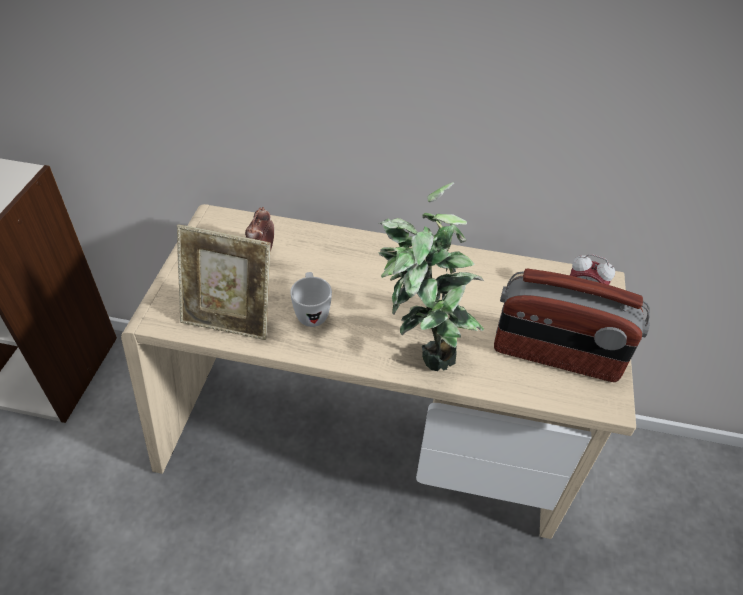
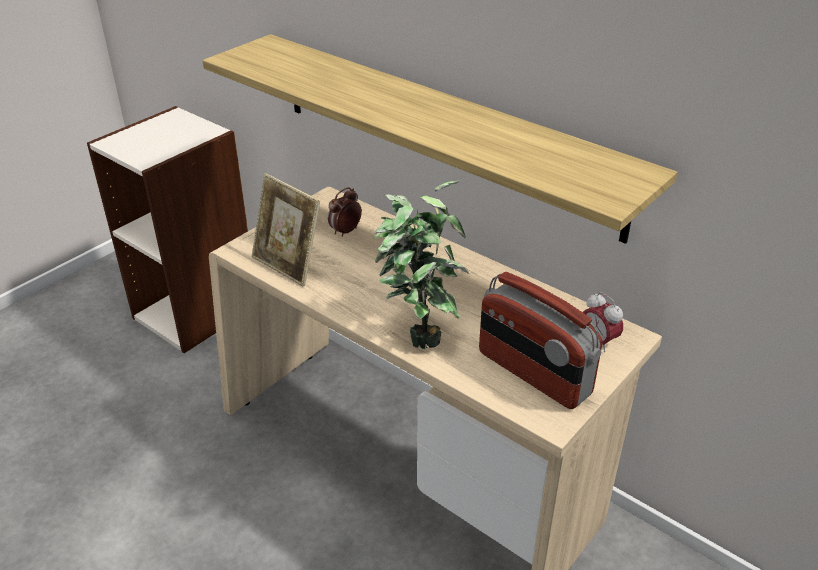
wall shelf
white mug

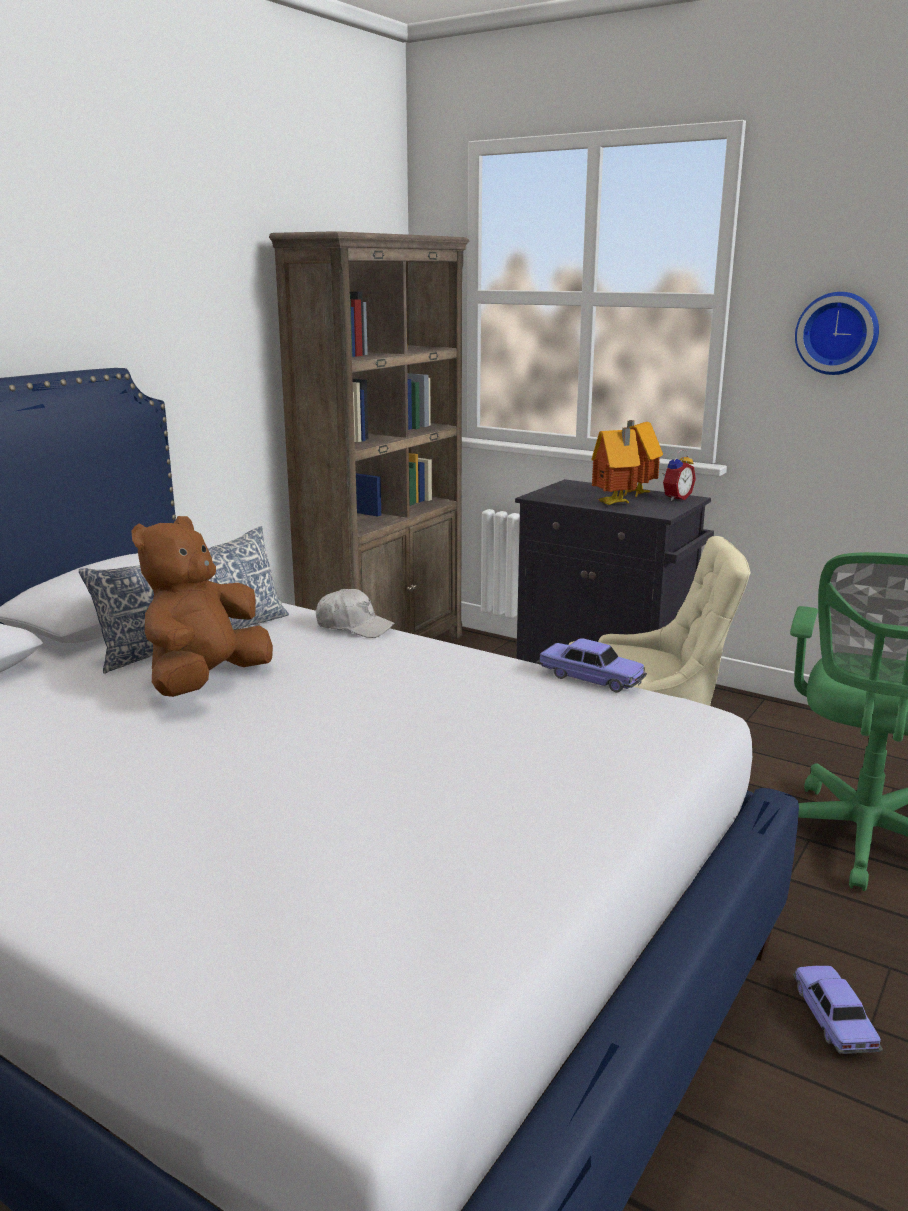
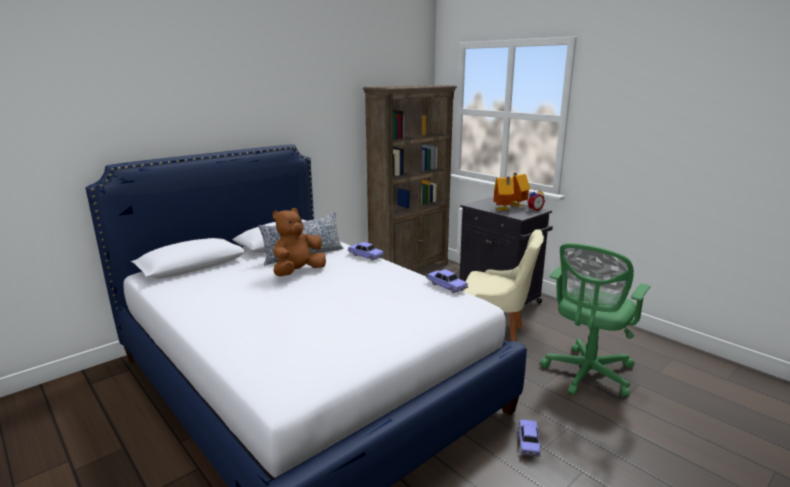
toy car (no. 1 from left)
hanging clock

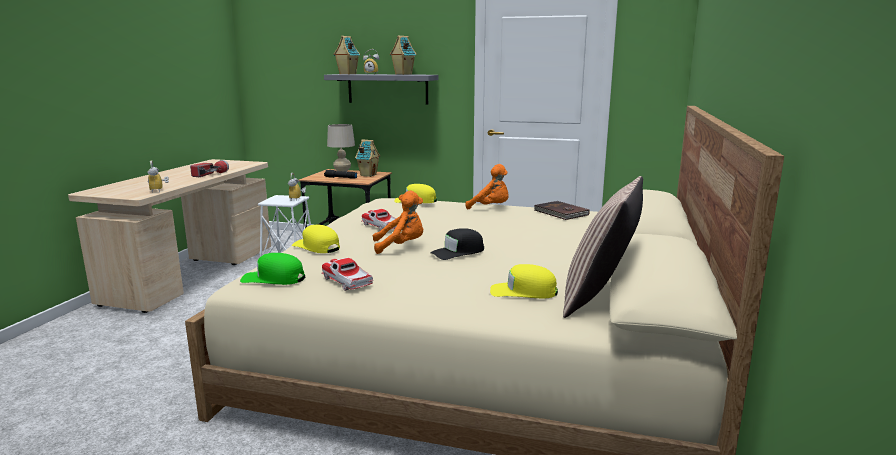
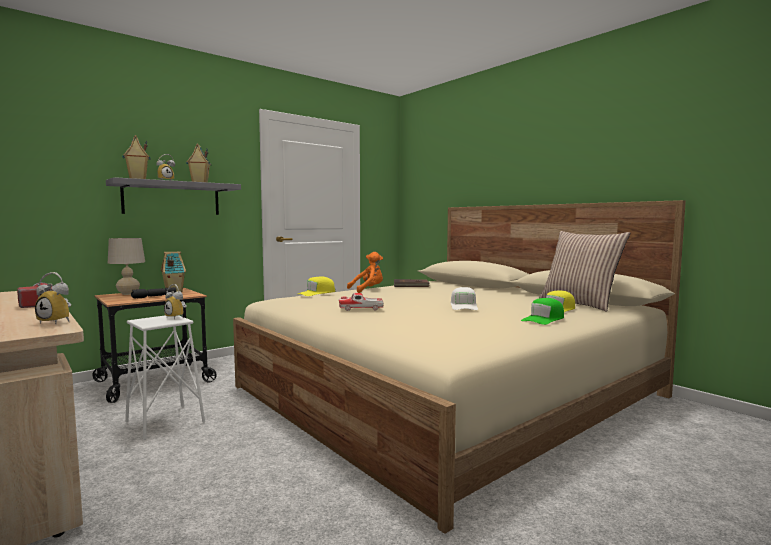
white baseball cap
greenish baseball cap
yellow-coloured baseball cap (no. 1 from left in the first image)
toy car (no. 1 from left in the first image)
orange plush toy (no. 1 from left in the first image)

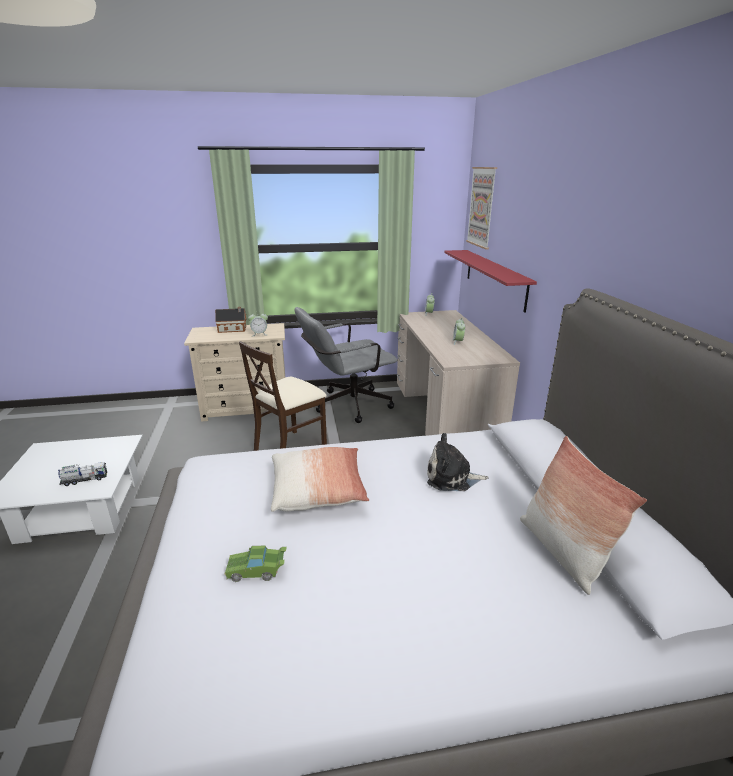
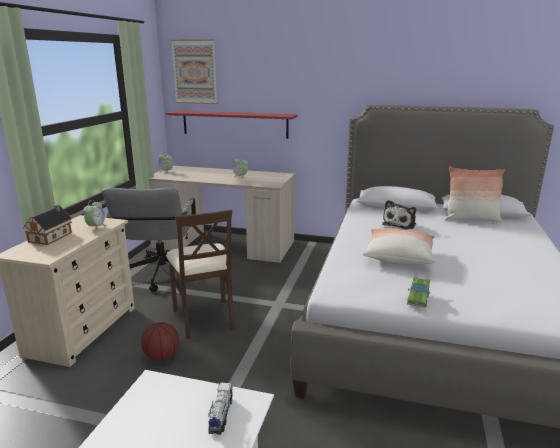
ball for basketball
greenish toy car

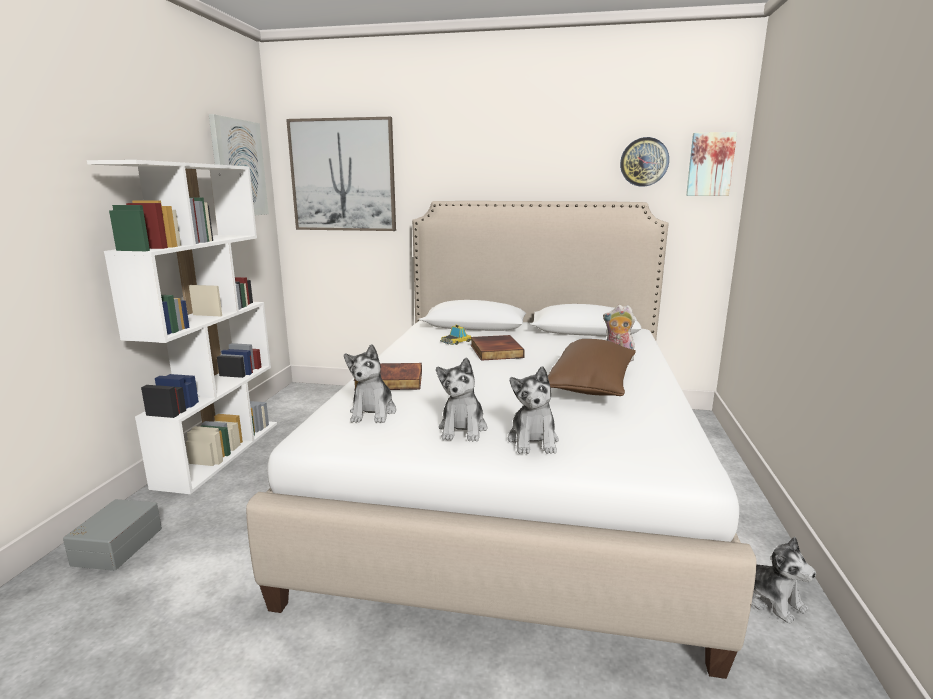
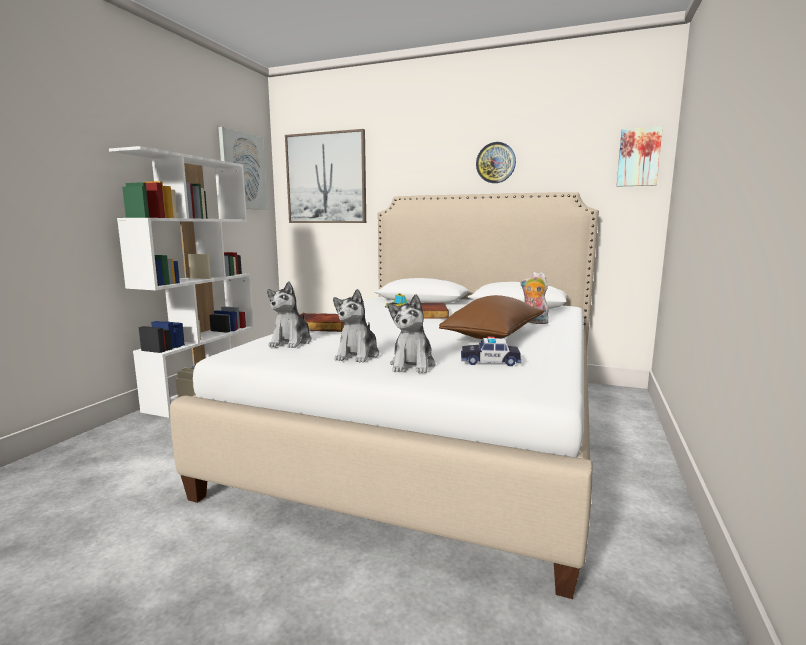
toy car (no. 2 from left)
hanging clock
gray storage container
plush toy (no. 5 from left in the first image)

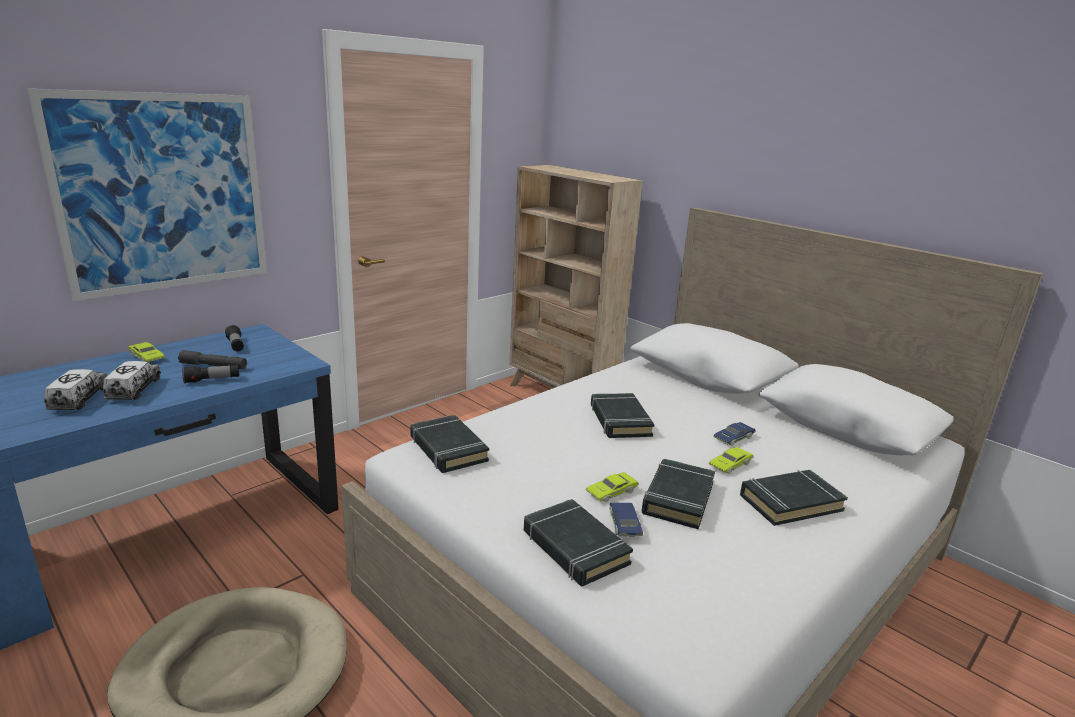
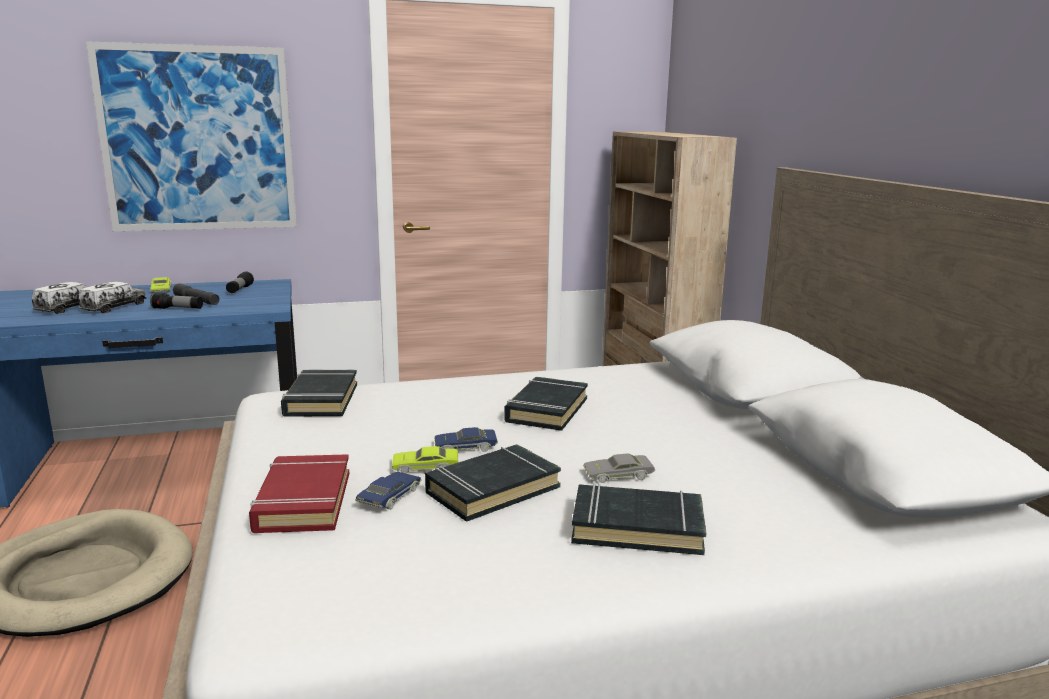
red-coloured volume
blue-coloured toy car (no. 2 from left)
gray toy car

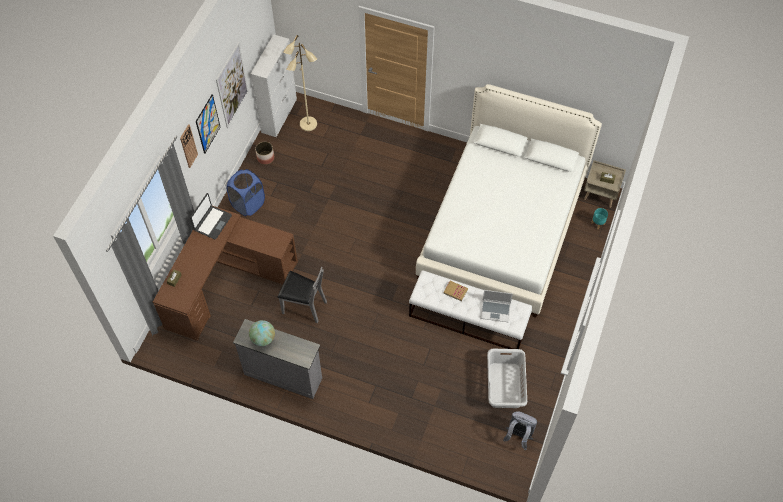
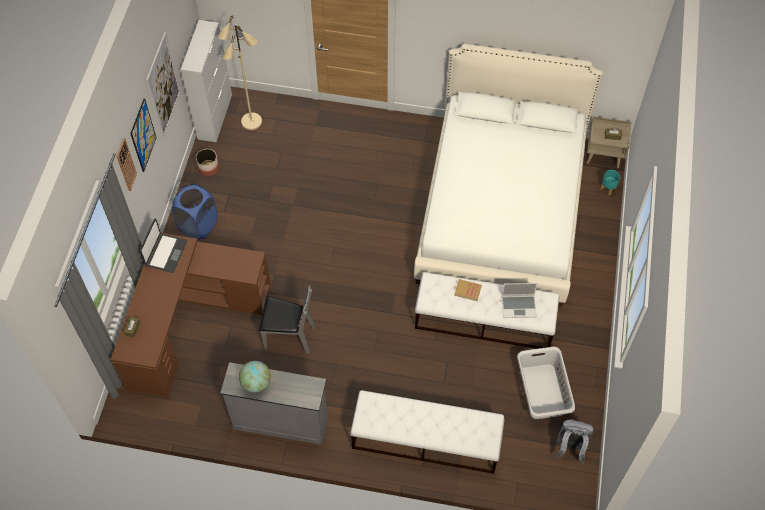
white indoor bench (no. 1 from left)

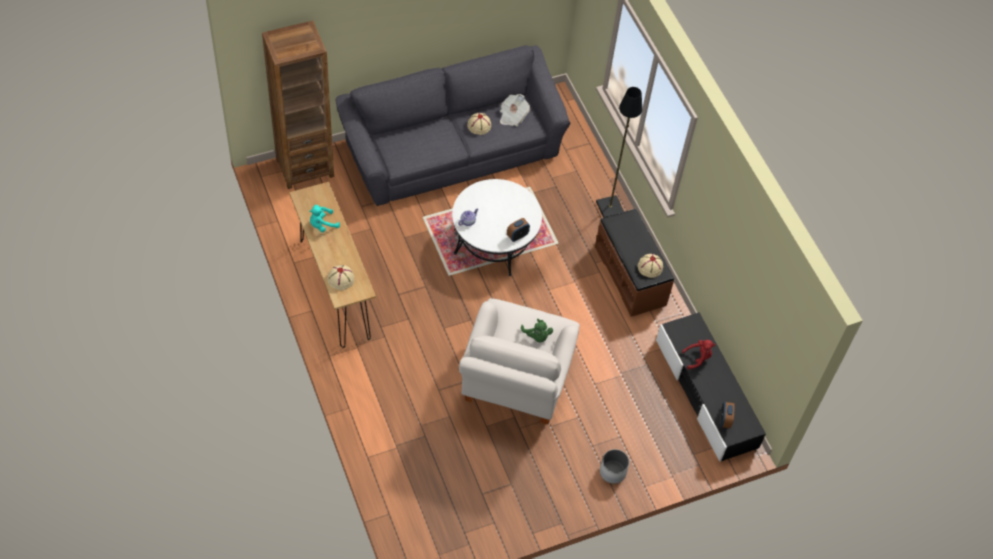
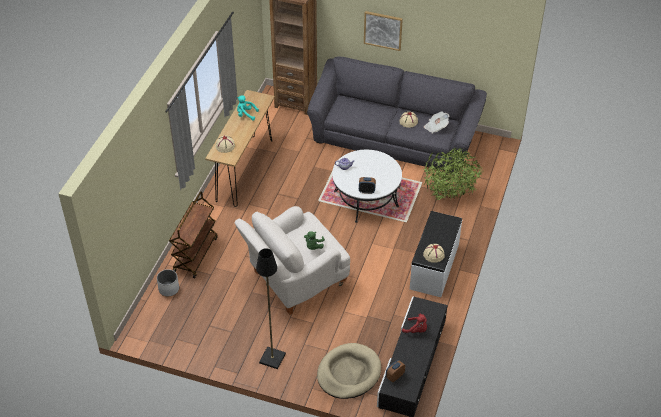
white plant pot
brownish trolley
black floor lamp
beige dog bed
picture
white indoor bench
plant in a pot

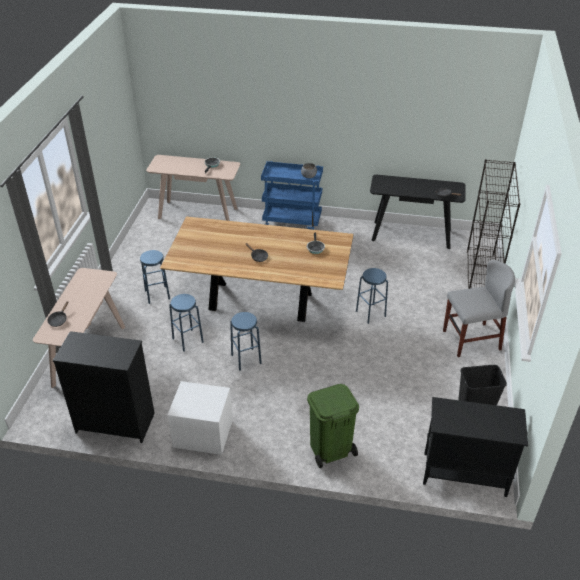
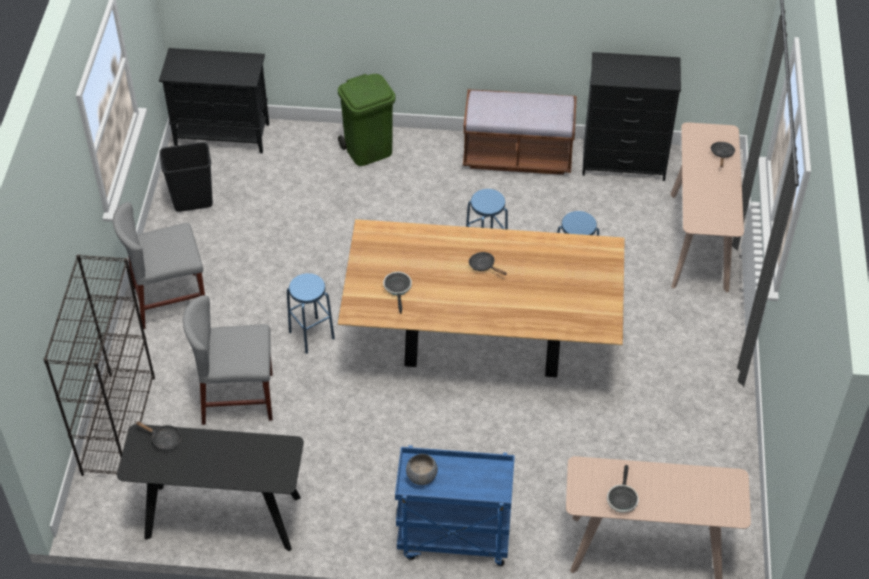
gray chair (no. 2 from left)
brownish indoor bench
blue-coloured stool (no. 1 from left in the first image)

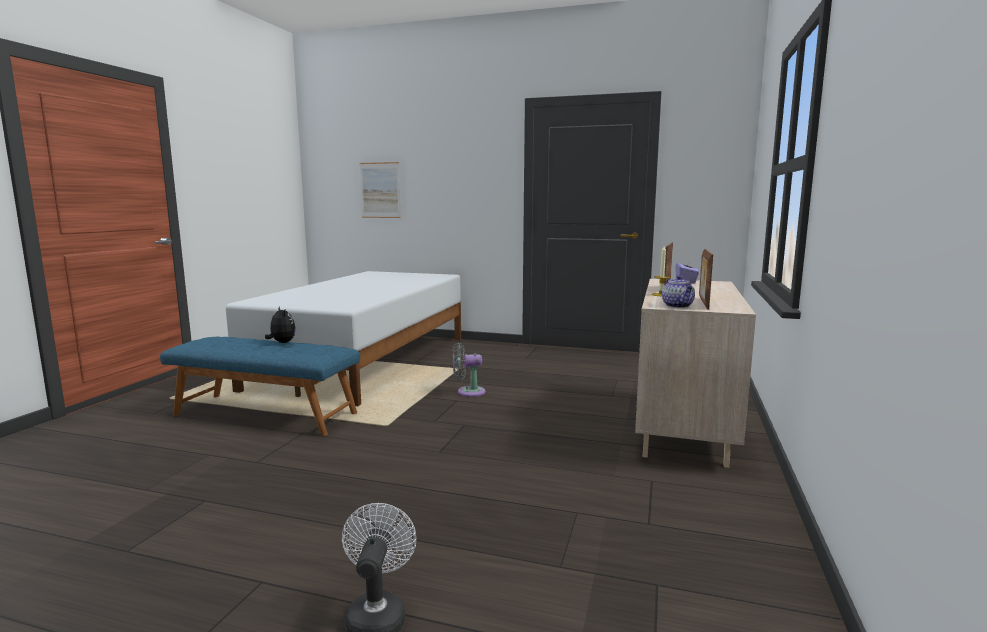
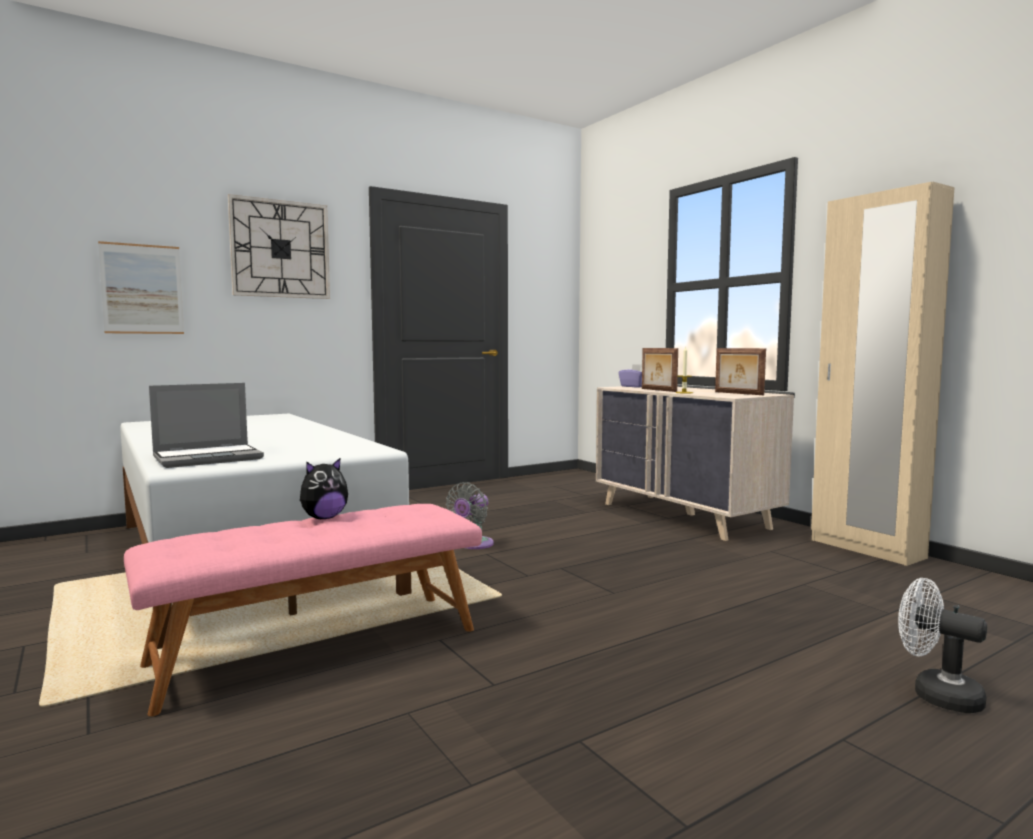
pinkish indoor bench
notebook computer
hanging clock
plush toy
beige clothes cupboard
pot for tea

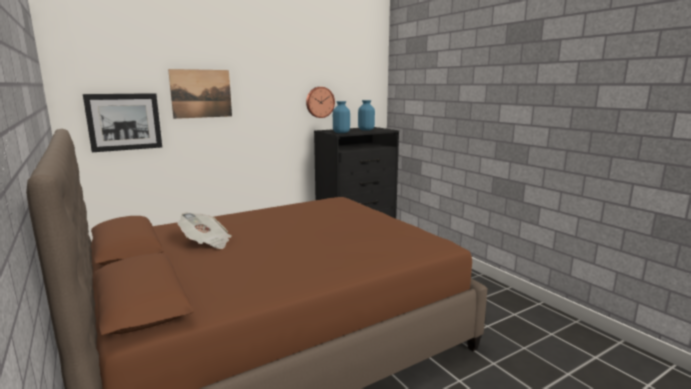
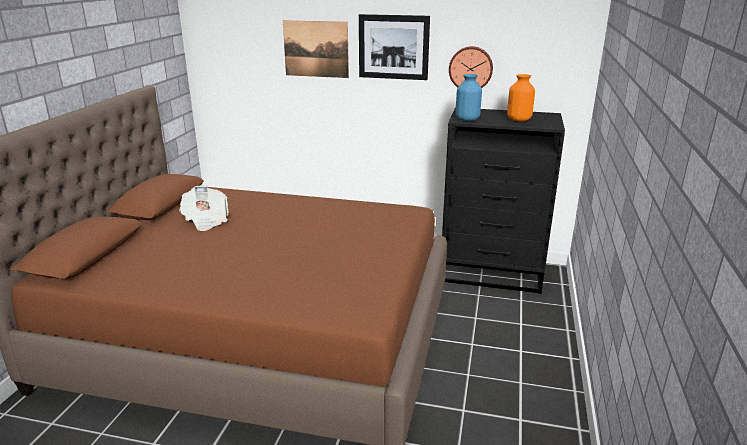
picture (no. 2 from left)
orange flower vase

